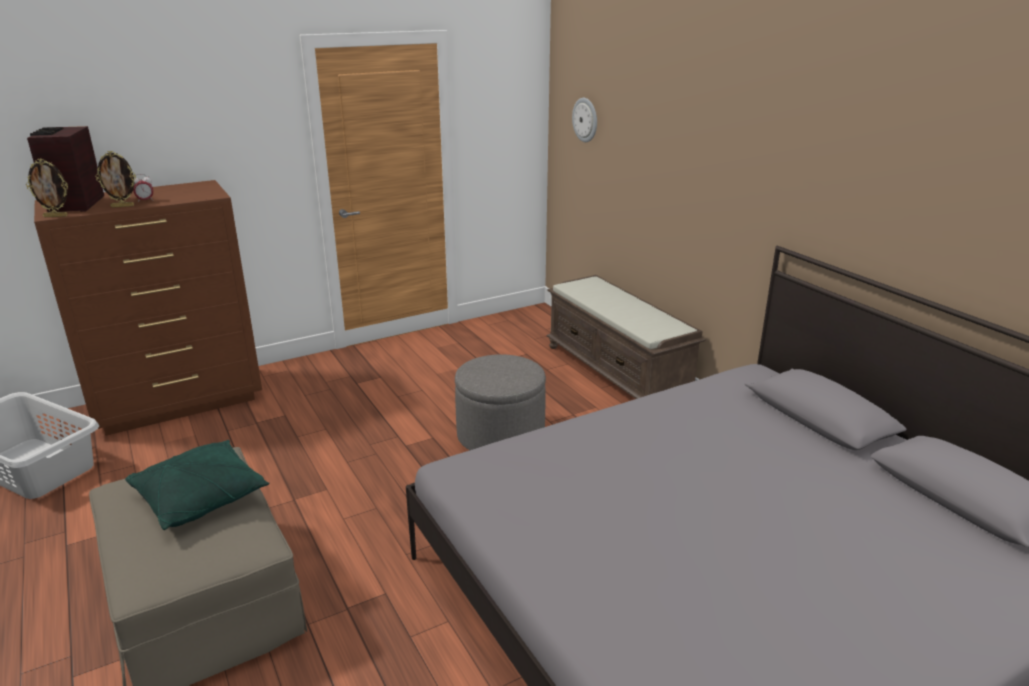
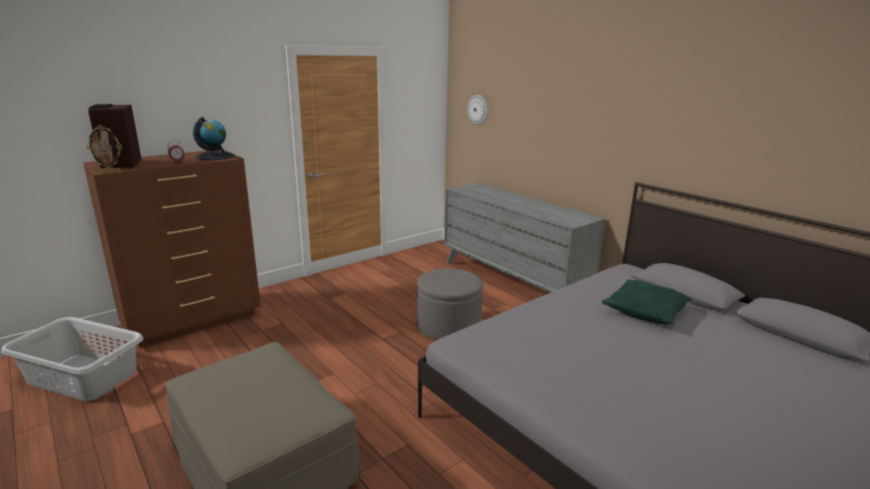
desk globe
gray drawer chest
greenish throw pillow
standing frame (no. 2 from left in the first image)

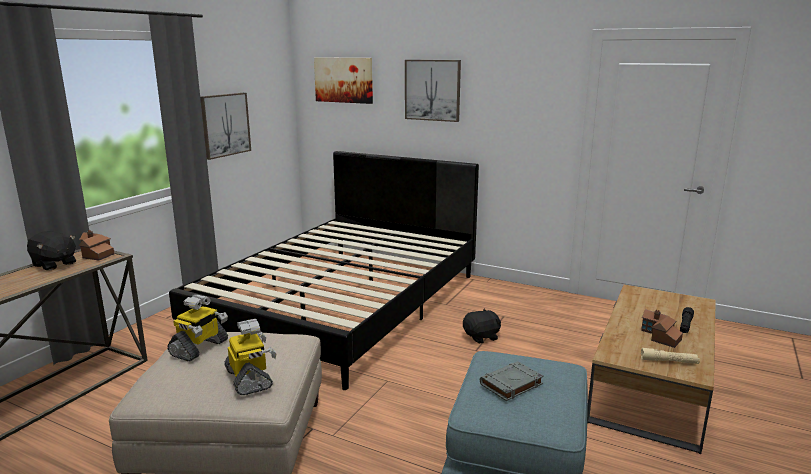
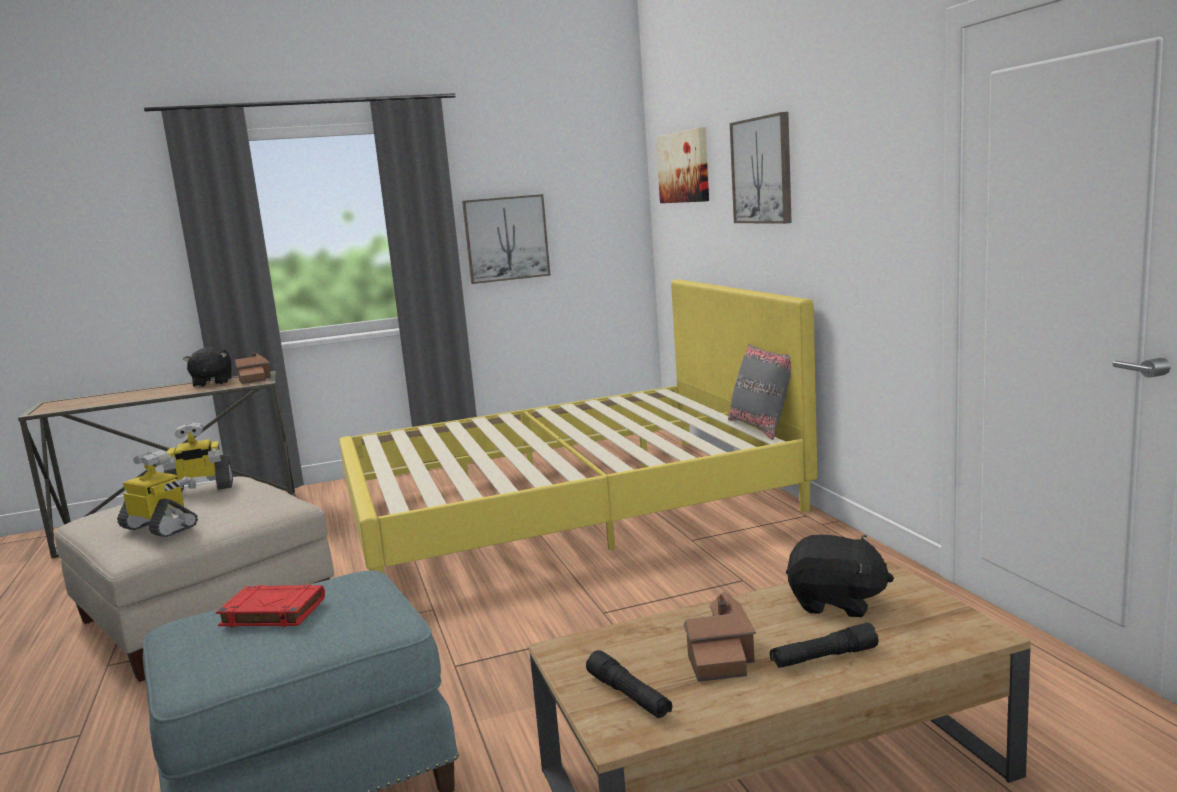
model robot (no. 1 from left)
red-coloured volume
yellow-coloured bedroom bed
black torch (no. 1 from left)
gray throw pillow
black plush toy (no. 2 from left)

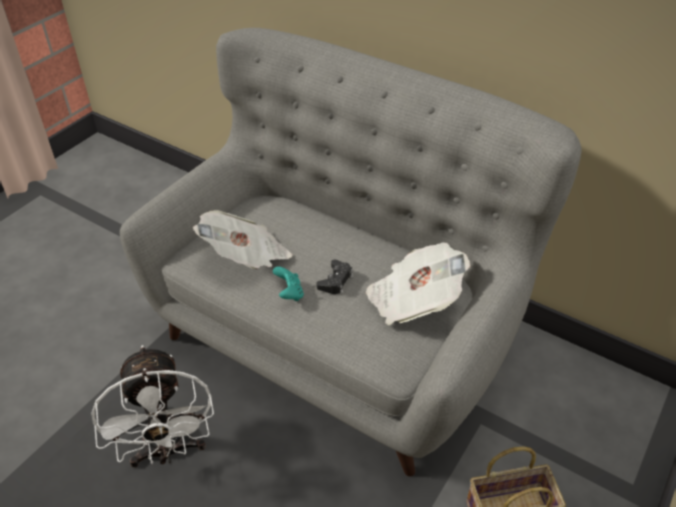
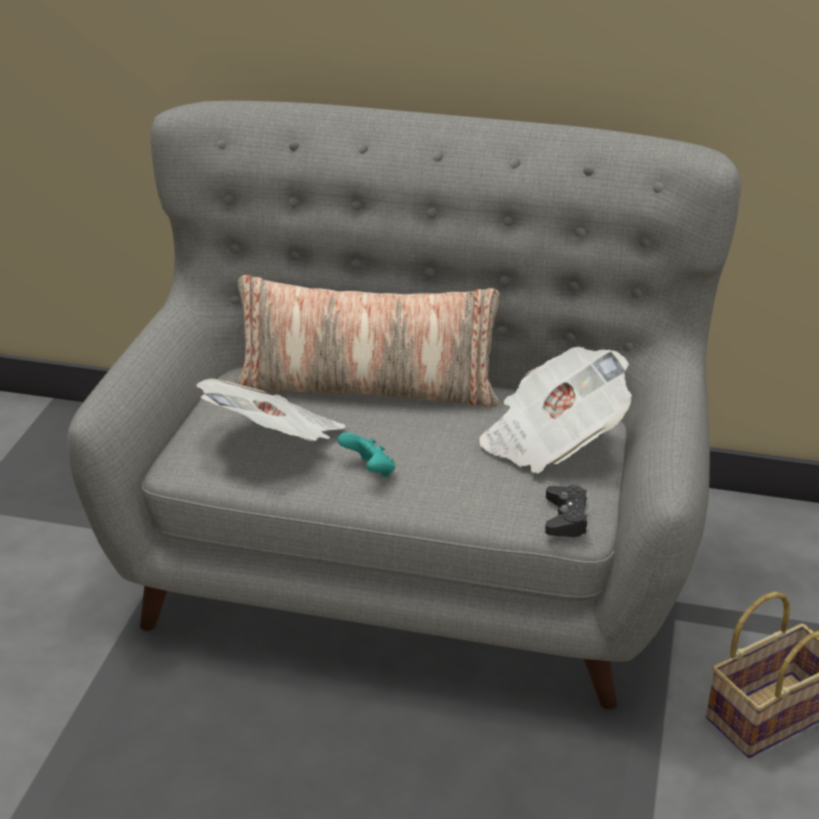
throw pillow
black game controller
white electric fan

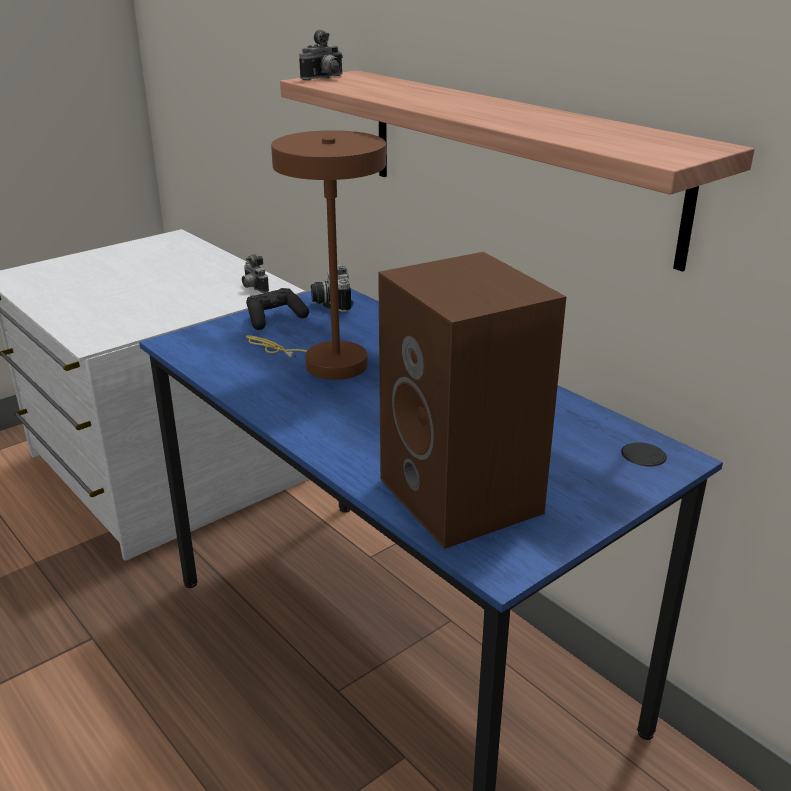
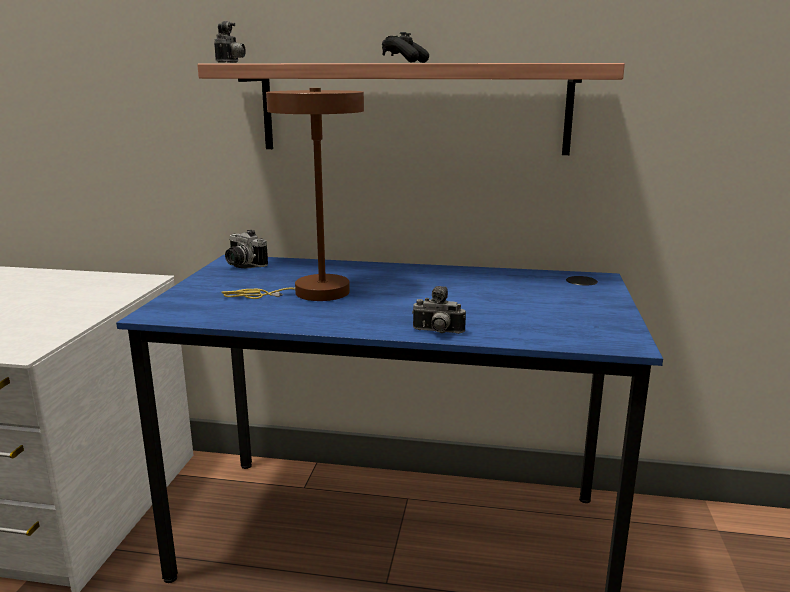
black game controller
photo camera (no. 3 from left)
brownish loudspeaker

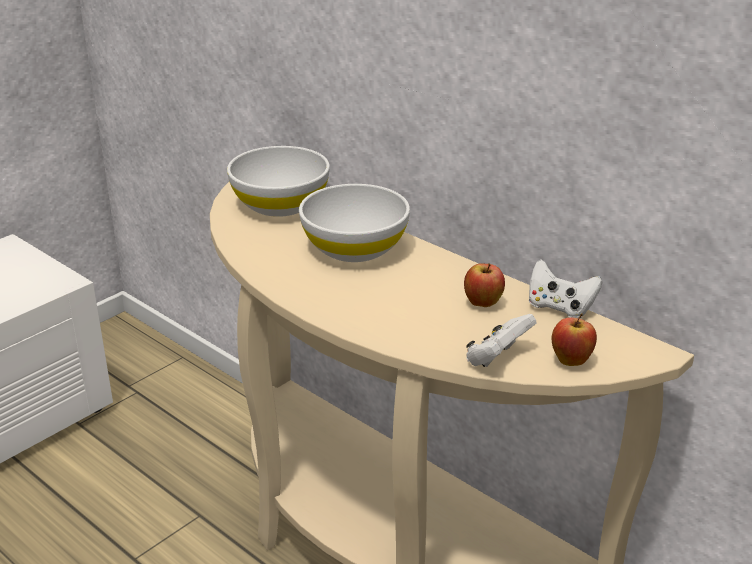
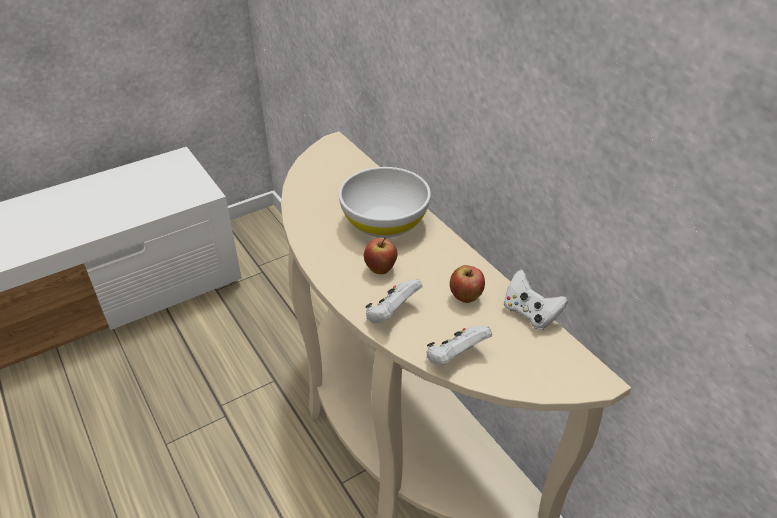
apple fruit (no. 1 from left)
white game controller (no. 1 from left)
white bowl (no. 1 from left in the first image)

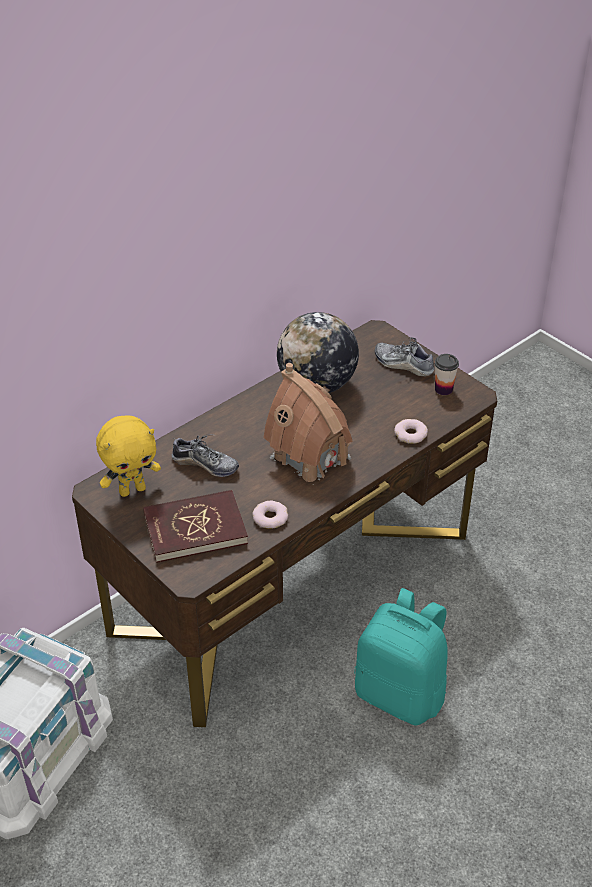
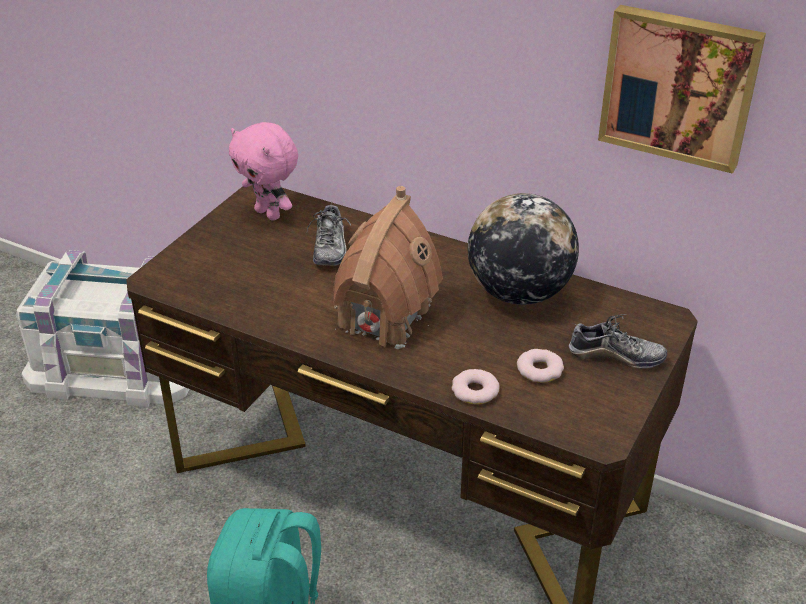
pinkish plush toy
ring doughnut (no. 2 from left)
shoe (no. 2 from left)
picture
red-coloured volume
drinking cup

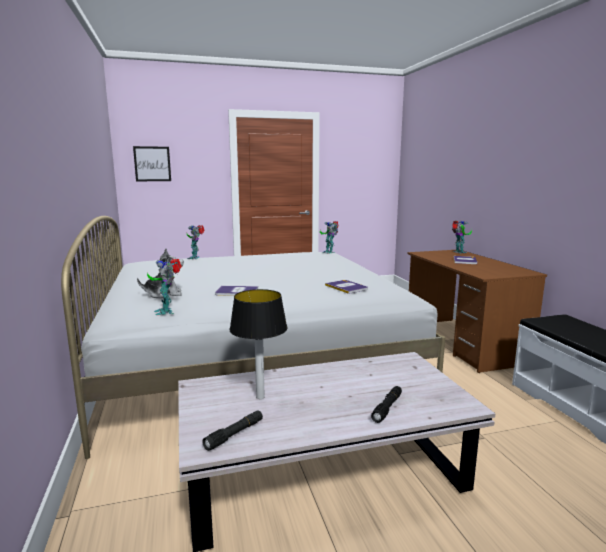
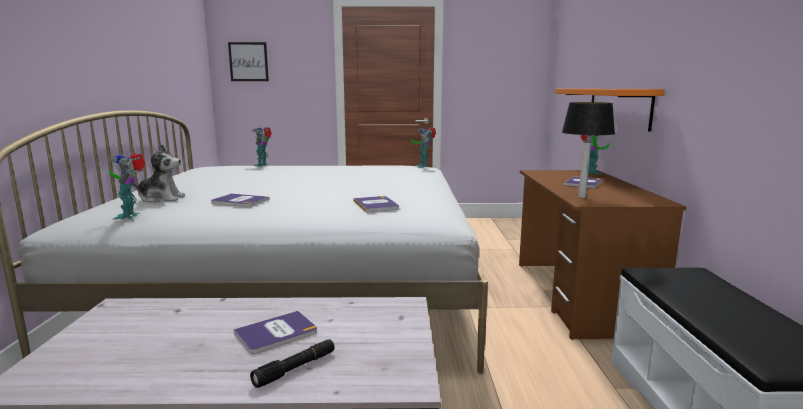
volume (no. 2 from left)
orange wall shelf
lamp for a table
black torch (no. 1 from left in the first image)

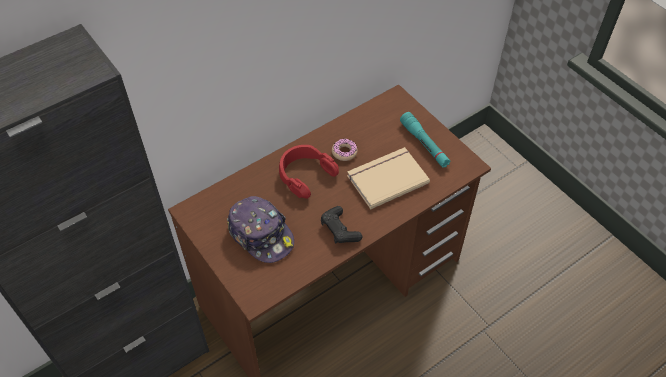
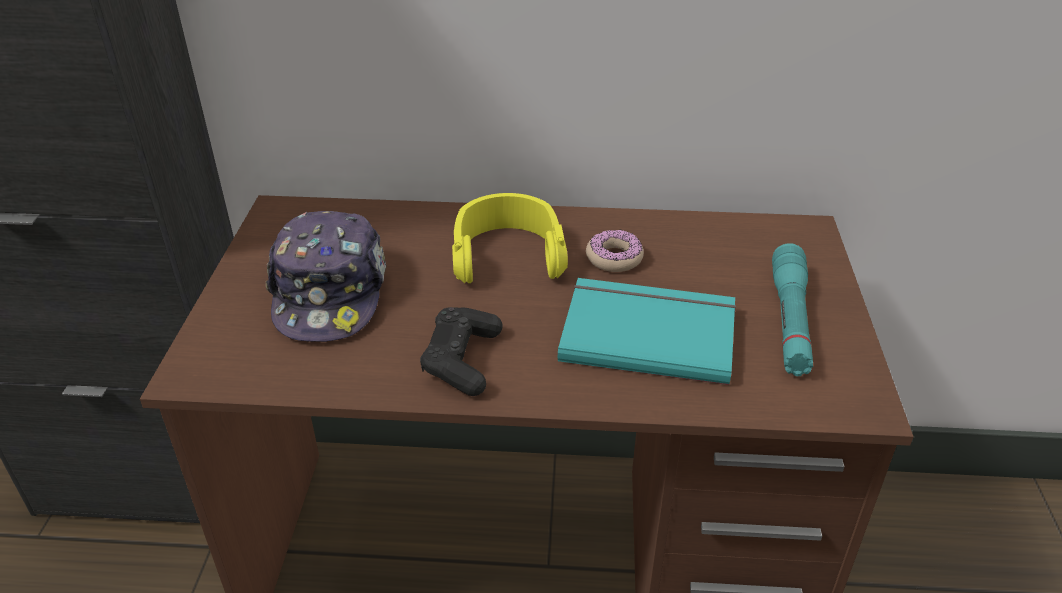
yellow-coloured headphones
blue-green volume

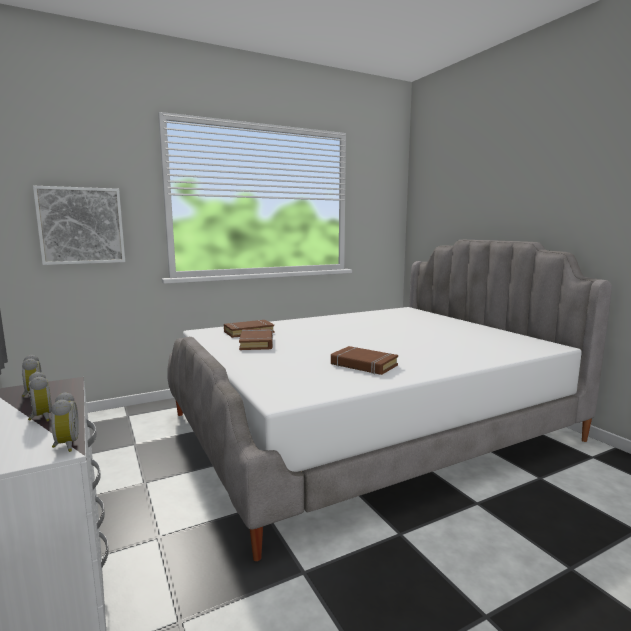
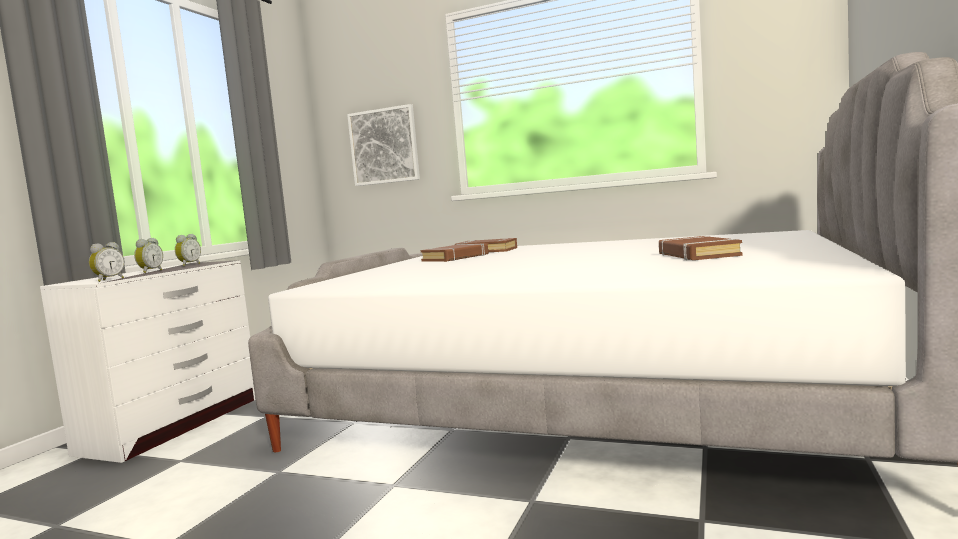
brownish volume (no. 3 from left)

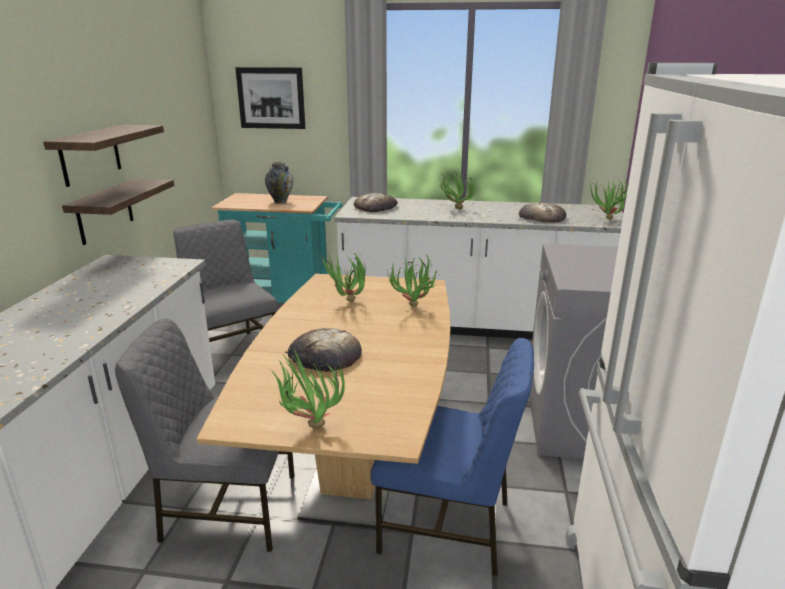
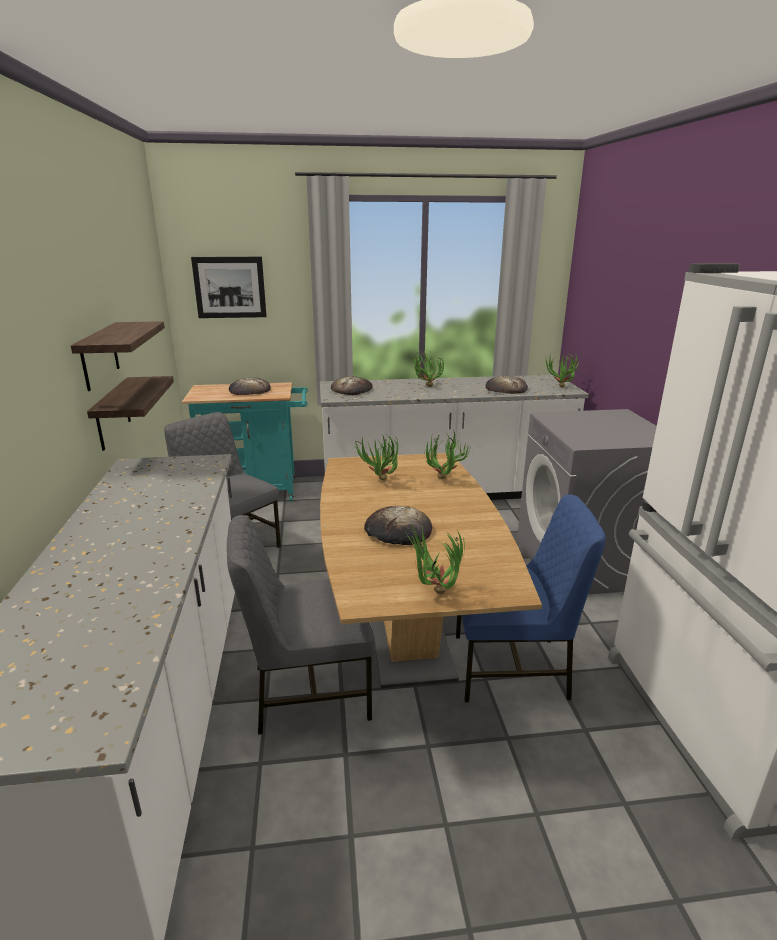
bakery bread (no. 1 from left)

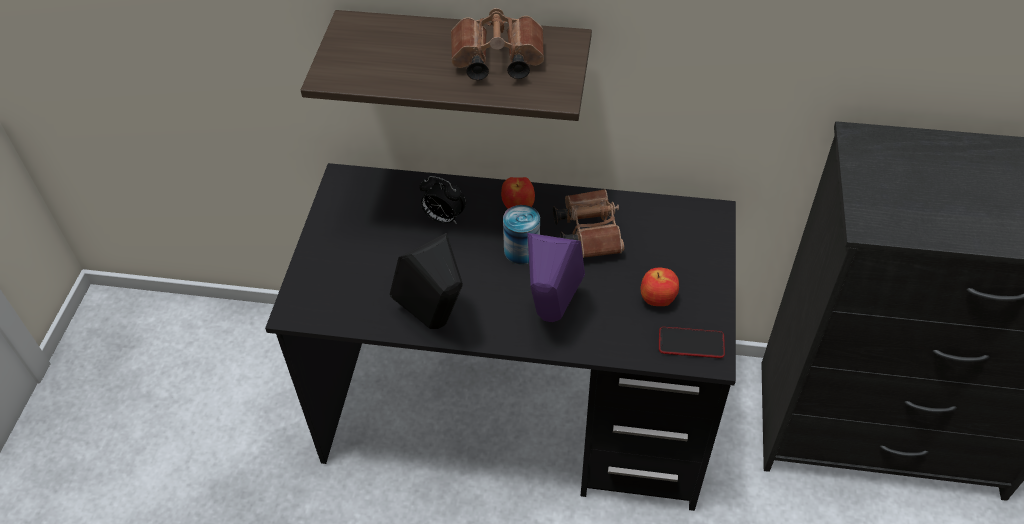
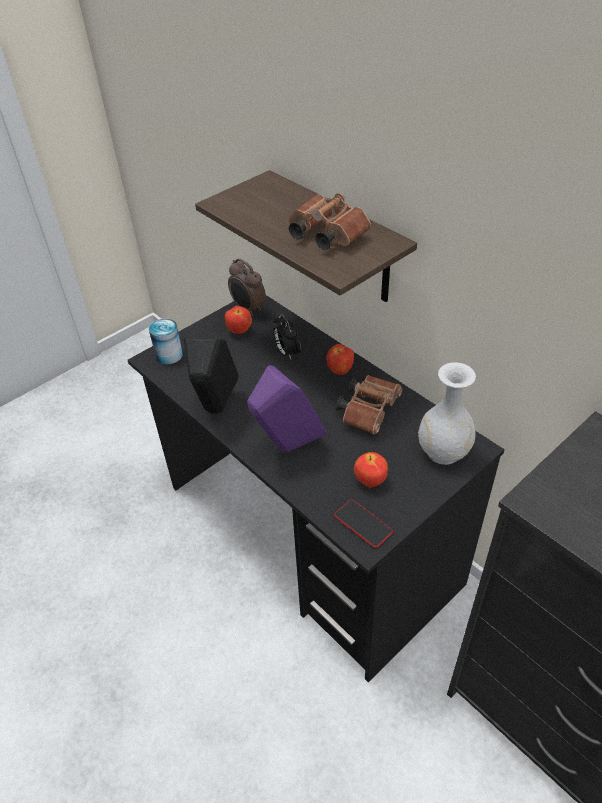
metal can
apple fruit (no. 1 from left)
bedside clock (no. 1 from left)
white flower vase

